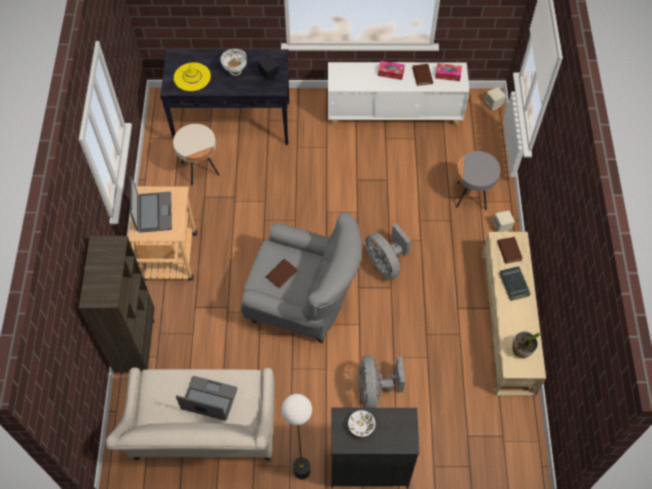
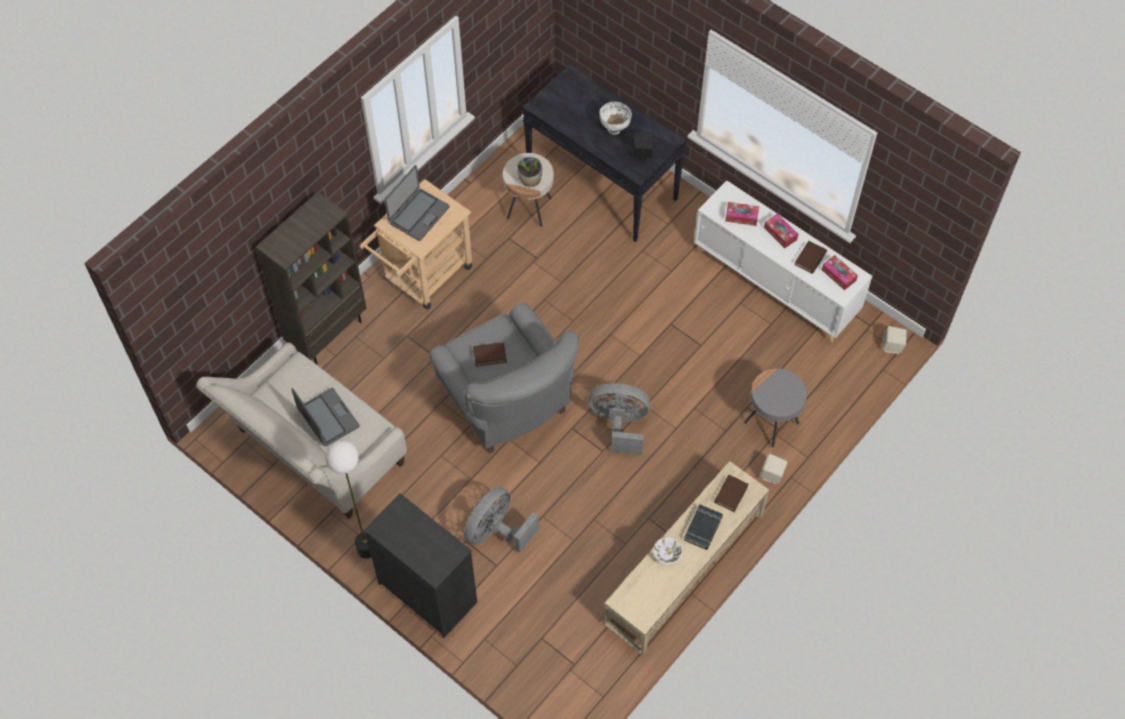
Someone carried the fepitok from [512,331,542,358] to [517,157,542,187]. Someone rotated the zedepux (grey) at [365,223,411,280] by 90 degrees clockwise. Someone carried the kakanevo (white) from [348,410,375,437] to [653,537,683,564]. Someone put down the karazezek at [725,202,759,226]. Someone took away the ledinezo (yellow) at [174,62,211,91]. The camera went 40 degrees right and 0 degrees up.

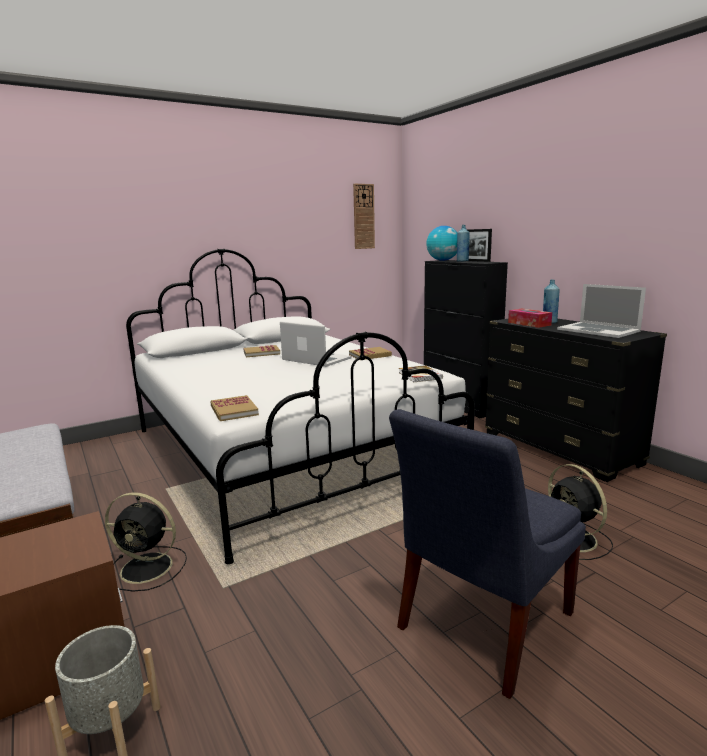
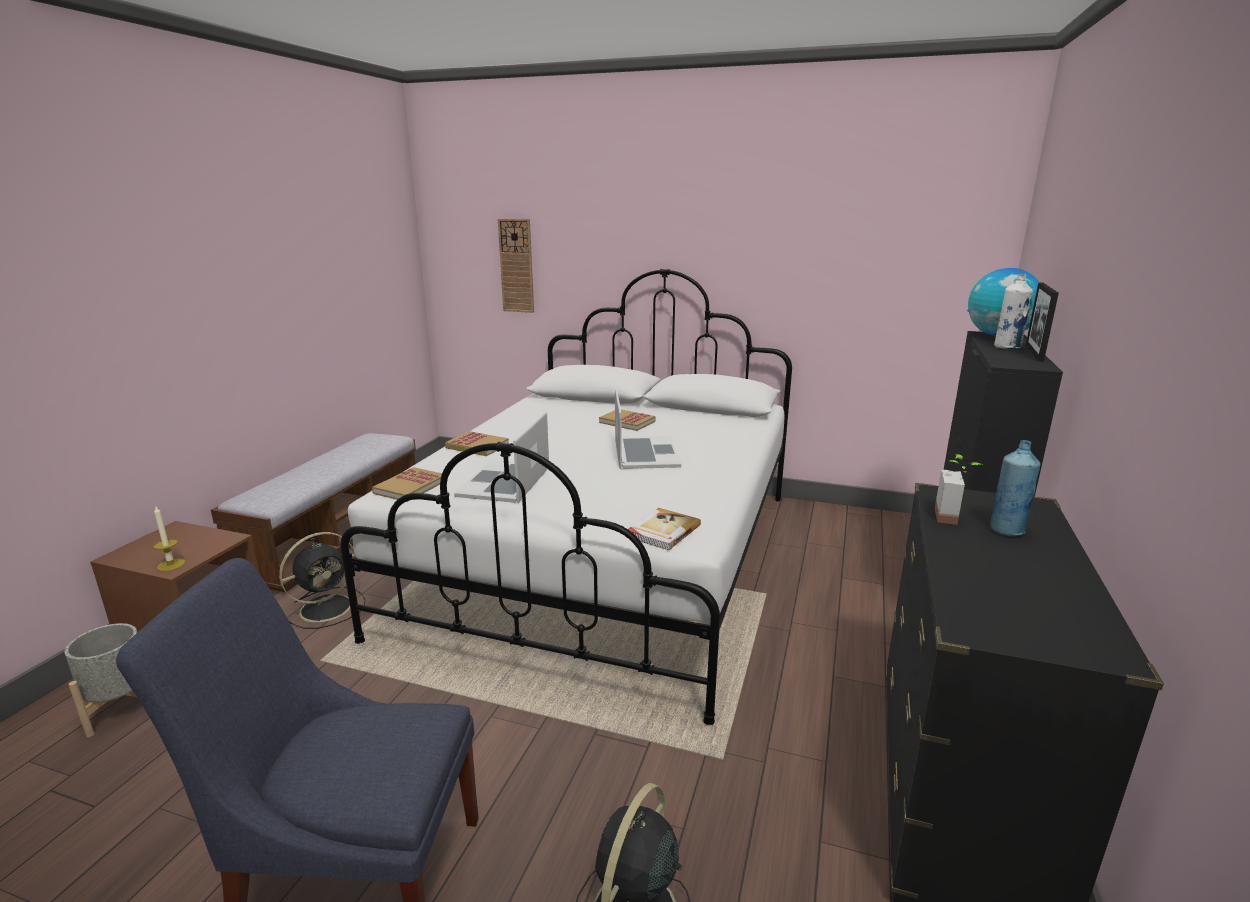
Someone put down the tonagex at [153,505,185,571]. Someone rotated the zedepux (black) at [105,492,187,592] by 105 degrees counterclockwise. Someone carried the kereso from [349,347,392,360] to [445,431,509,456]. Someone carried the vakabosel from [557,284,646,338] to [454,412,549,503]. Someone carried the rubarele from [353,184,375,249] to [498,219,534,313]. Someone swapped the karazezek at [508,309,552,328] for the fepitok at [935,454,982,525]. Someone repainted the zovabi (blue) at [457,225,470,262], which became the zovabi (white) at [994,274,1033,349]. The camera went 50 degrees right and 5 degrees up.

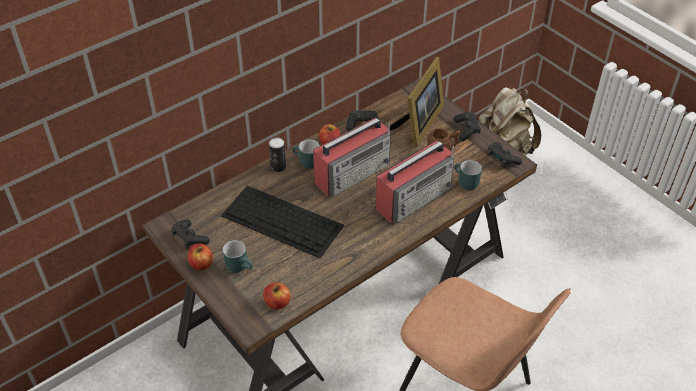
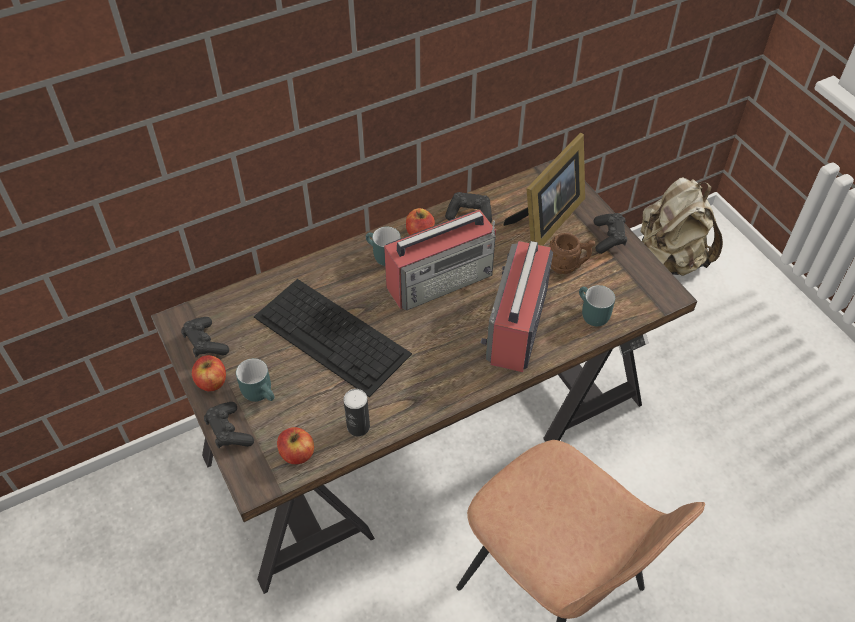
Someone carried the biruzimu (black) from [487,142,522,167] to [204,402,254,448]. Someone carried the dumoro from [269,137,286,172] to [343,389,370,436]. Someone rotated the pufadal at [376,141,454,224] by 135 degrees clockwise. The camera went 10 degrees right and 5 degrees up.

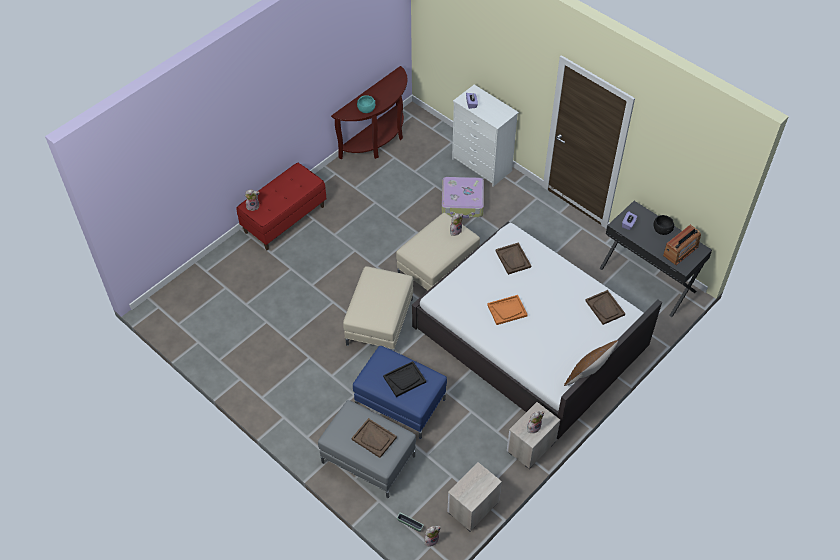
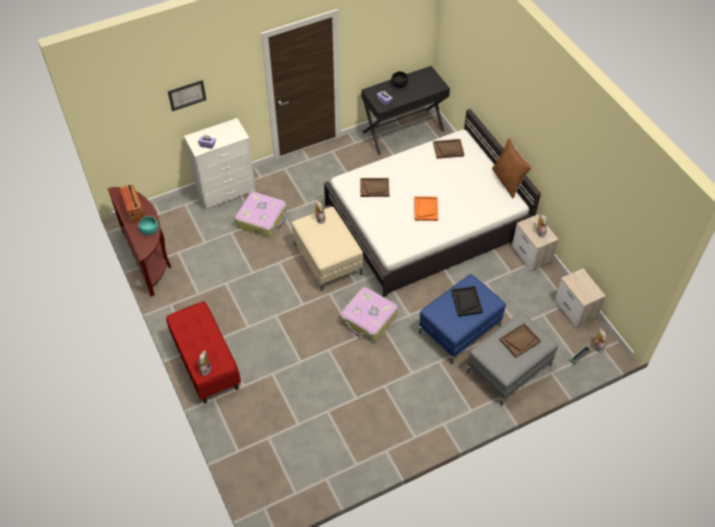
Someone carried the pufadal from [663,225,701,265] to [120,184,146,223]. Someone put up the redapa at [168,80,206,111]. Someone swapped the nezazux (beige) at [343,266,413,351] for the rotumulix at [340,287,398,342]. The camera went 70 degrees left and 0 degrees up.

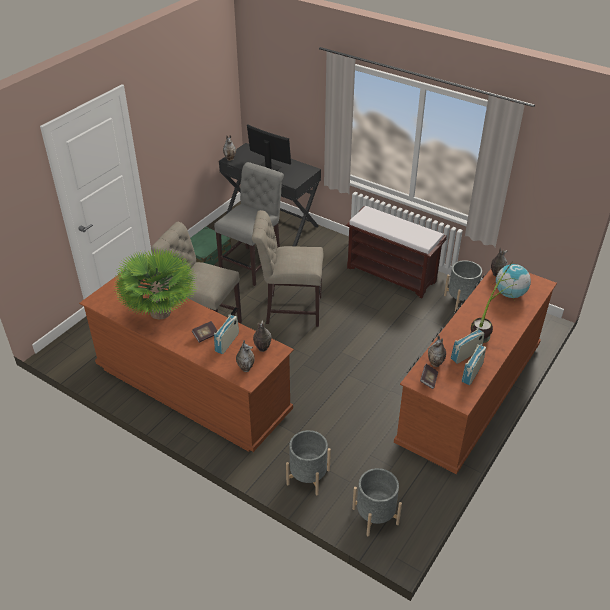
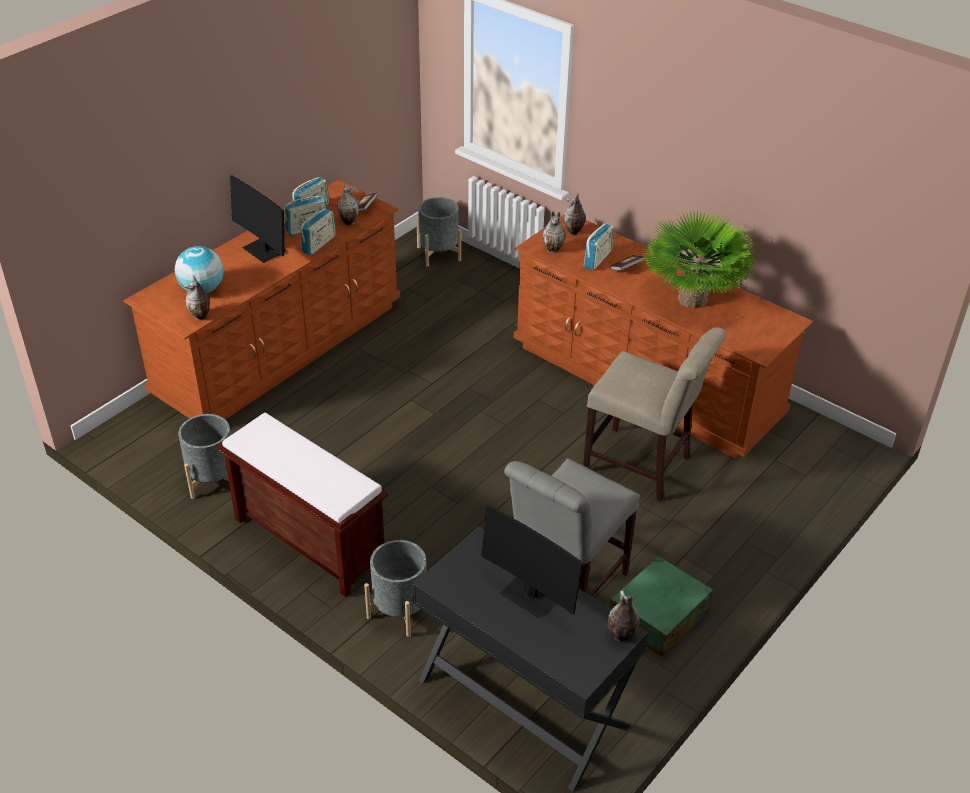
Someone swapped the fepitok at [470,261,517,343] for the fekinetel at [230,175,286,263]. Someone put down the pufadal at [300,209,336,255]. Someone carried the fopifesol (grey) from [286,430,331,495] to [364,540,427,637]. Someone took away the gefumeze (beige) at [252,210,323,327]. The camera went 175 degrees left and 0 degrees up.

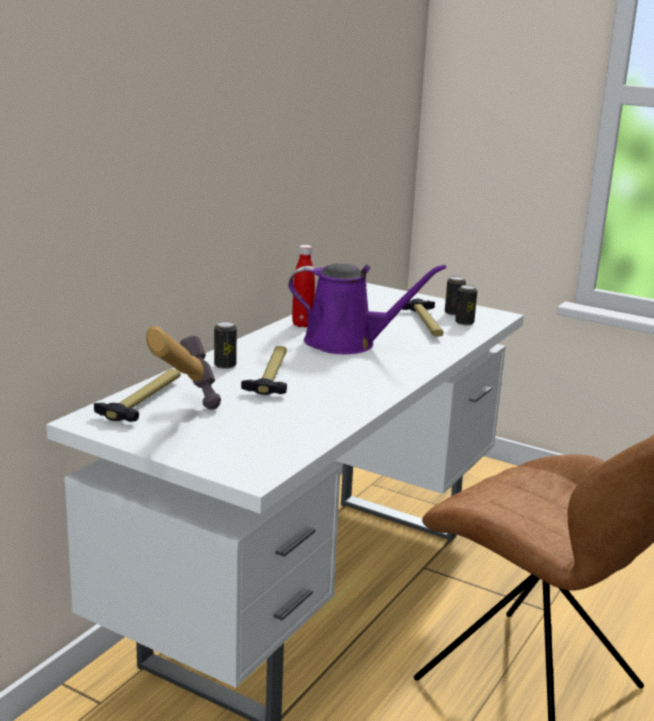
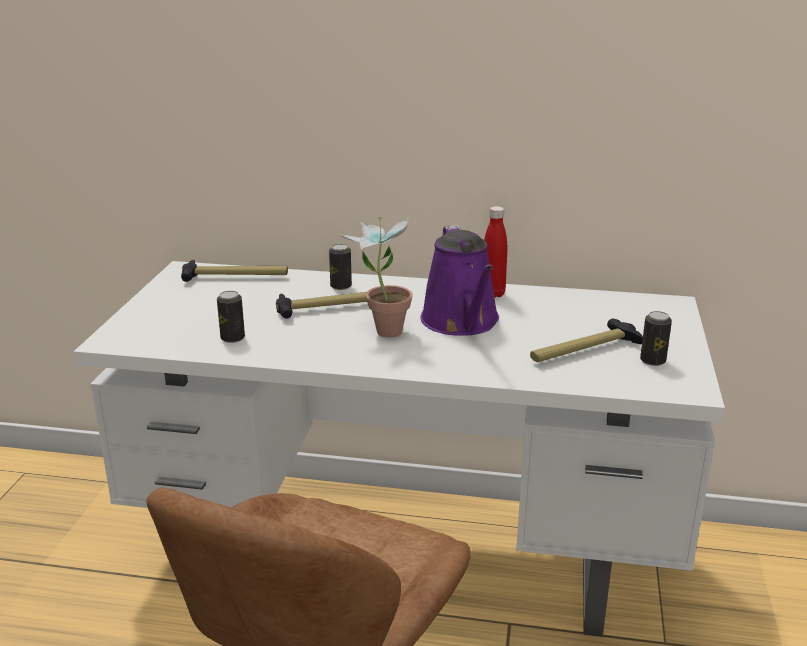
Someone carried the dumoro from [455,285,477,325] to [217,291,245,343]. Someone put down the fepitok at [339,215,413,338]. Someone took away the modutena at [146,326,221,409]. The camera went 70 degrees right and 5 degrees up.

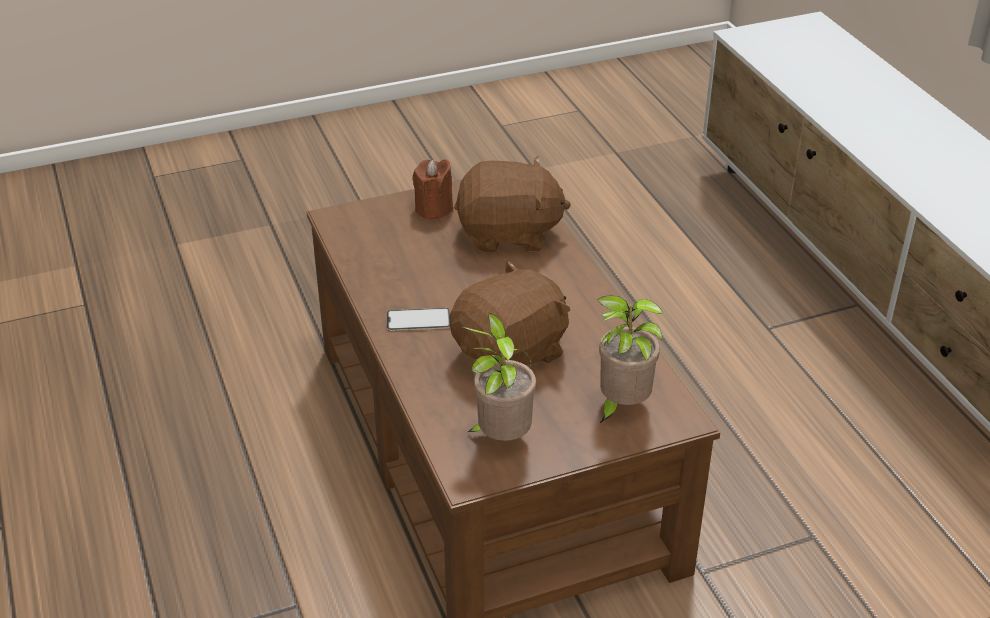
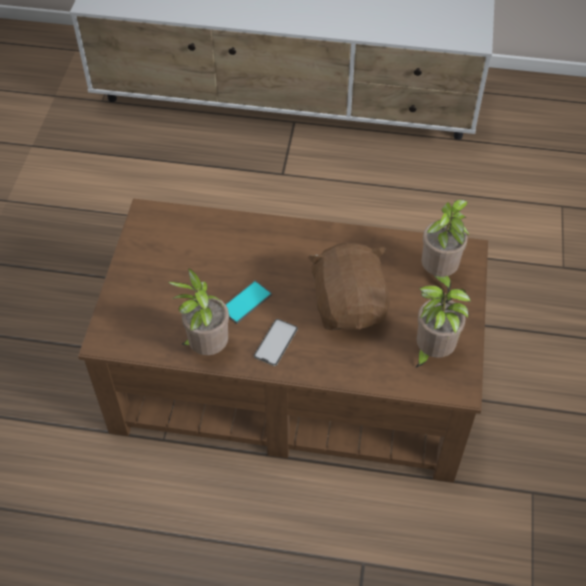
Someone put down the fepitok at [168,268,229,355]. Someone put down the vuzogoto at [226,280,272,324]. Someone took away the tonagex (brown) at [412,159,453,219]. Someone took away the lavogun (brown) at [454,156,571,252]. The camera went 60 degrees left and 15 degrees up.

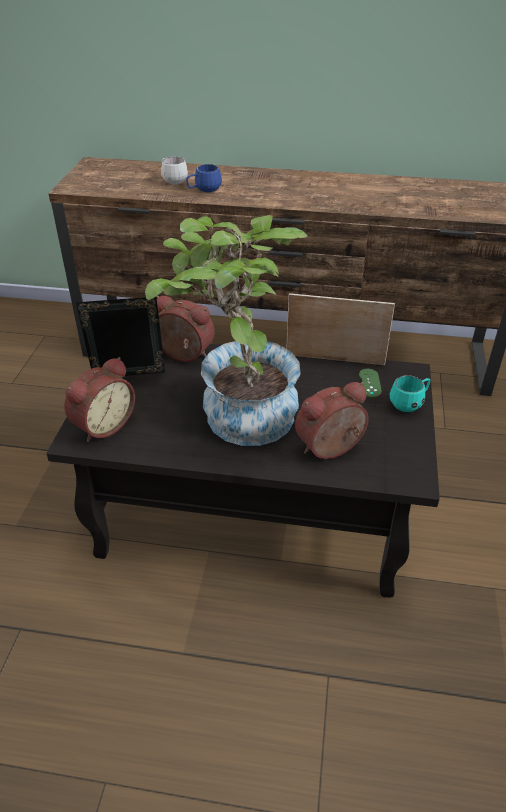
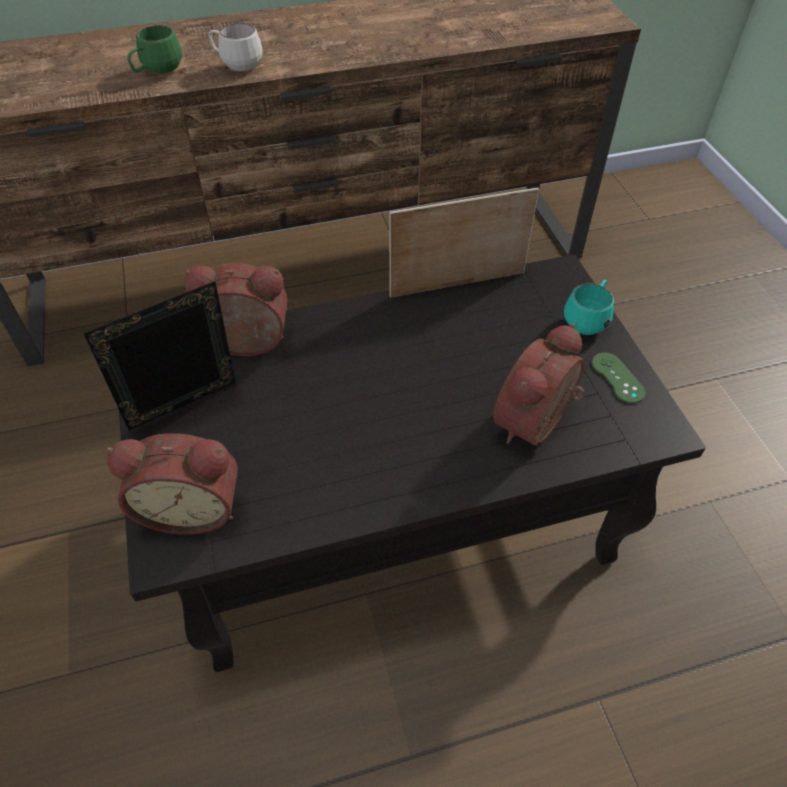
Someone rotated the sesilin at [64,357,135,442] by 75 degrees clockwise. Someone repainted the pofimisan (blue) at [186,164,222,193], which became the pofimisan (green) at [128,25,182,73]. Someone carried the pofimisan (white) from [161,157,188,184] to [208,23,262,71]. Someone carried the biruzimu (green) from [359,369,382,398] to [592,352,645,404]. Someone took away the fepitok at [145,215,307,446]. The camera went 25 degrees left and 10 degrees up.

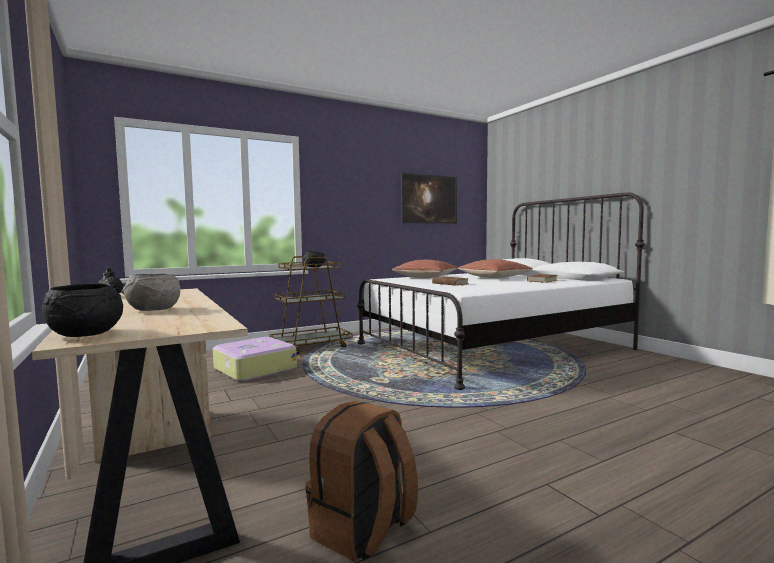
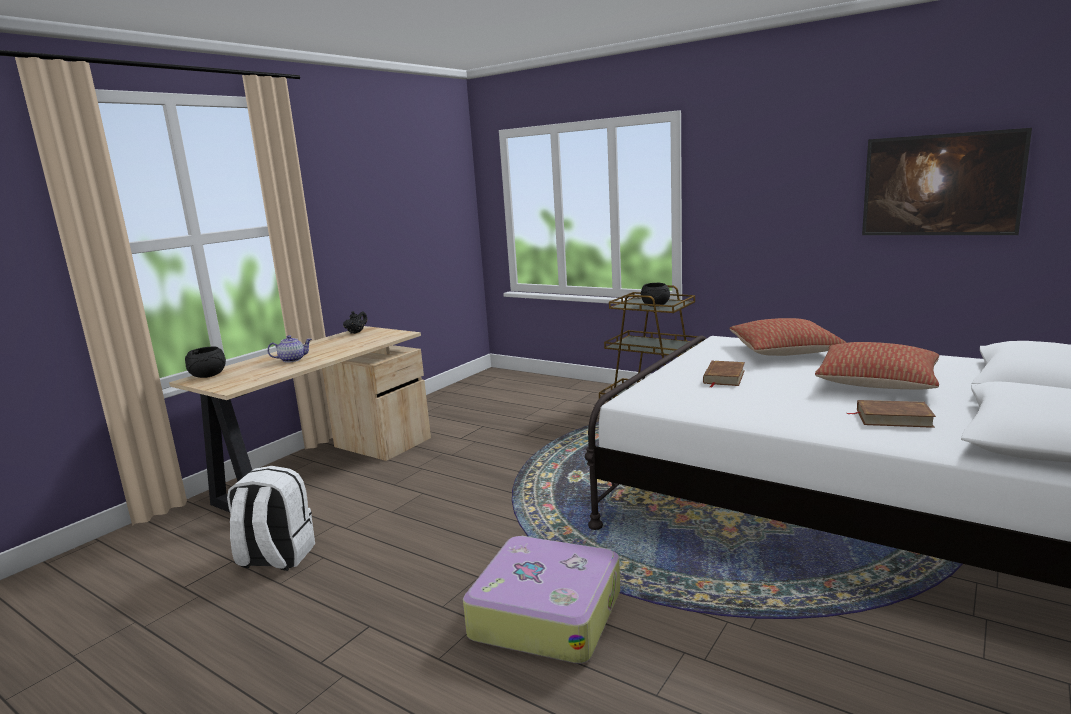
Someone repainted the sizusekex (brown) at [305,401,418,562], which became the sizusekex (white) at [227,466,315,571]. Someone swapped the kakanevo (grey) at [122,274,180,311] for the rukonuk at [267,335,312,362]. Someone carried the rotumulix from [213,337,297,382] to [463,536,620,664]. The camera went 65 degrees right and 10 degrees up.

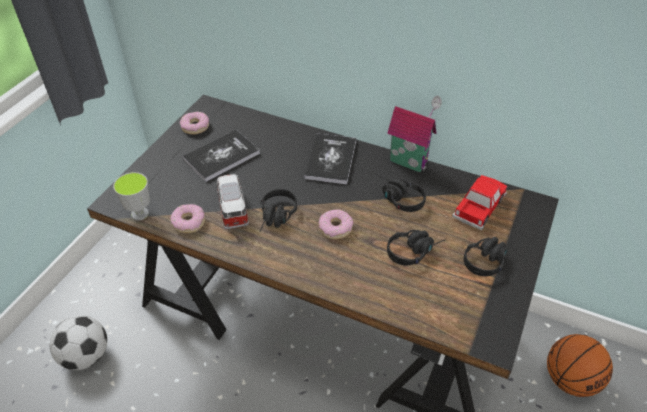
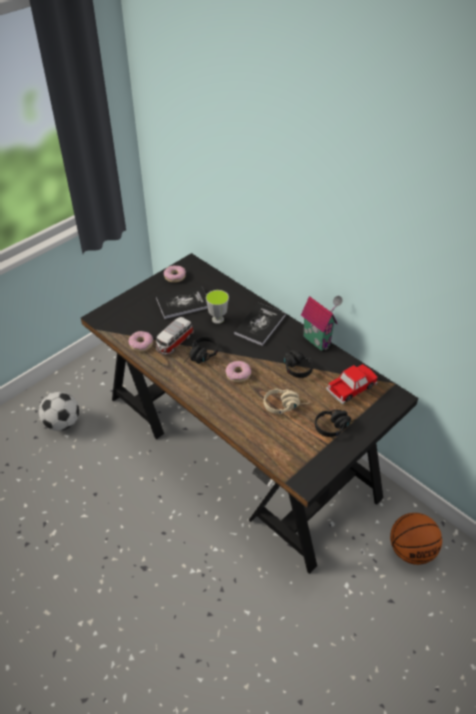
Someone rotated the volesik at [215,174,249,230] by 150 degrees counterclockwise. Someone carried the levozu from [113,172,150,220] to [206,290,229,324]. Someone repainted the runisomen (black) at [387,230,446,265], which became the runisomen (beige) at [264,389,309,414]. The camera went 20 degrees right and 0 degrees up.

